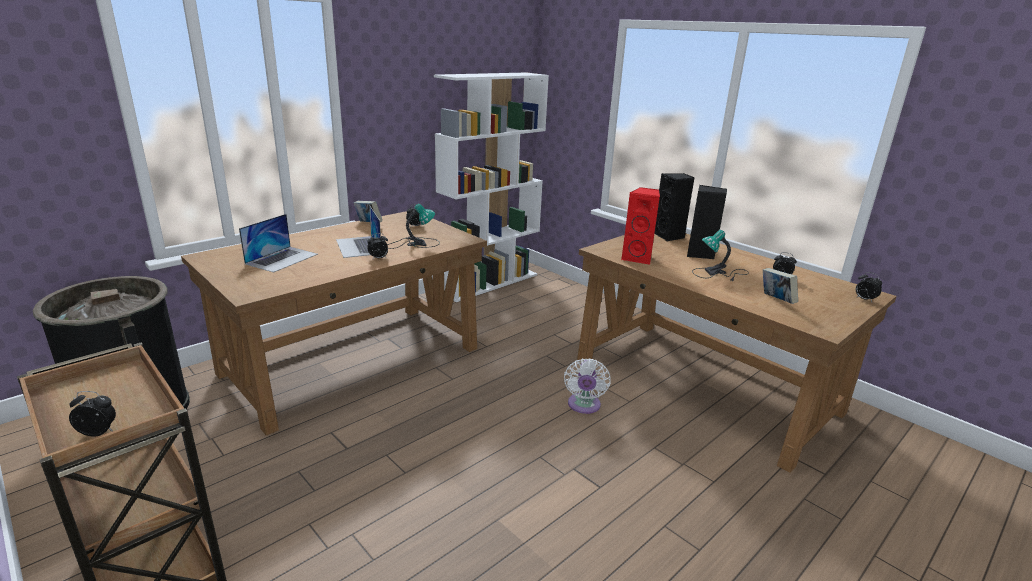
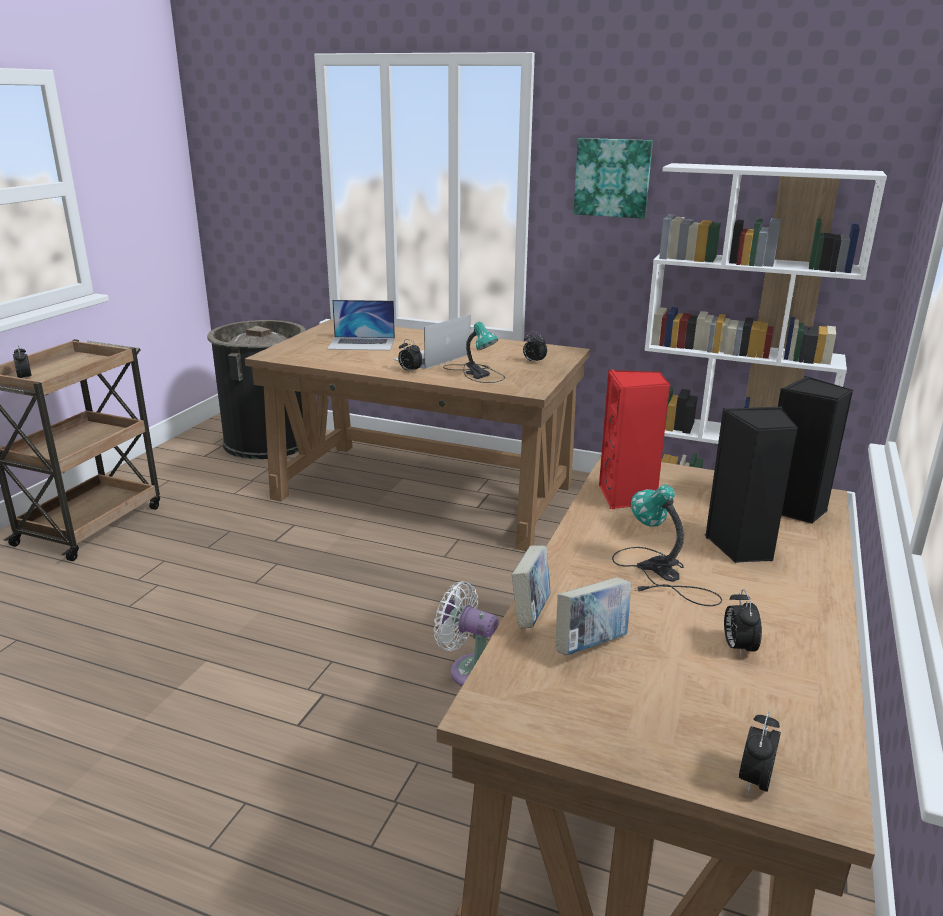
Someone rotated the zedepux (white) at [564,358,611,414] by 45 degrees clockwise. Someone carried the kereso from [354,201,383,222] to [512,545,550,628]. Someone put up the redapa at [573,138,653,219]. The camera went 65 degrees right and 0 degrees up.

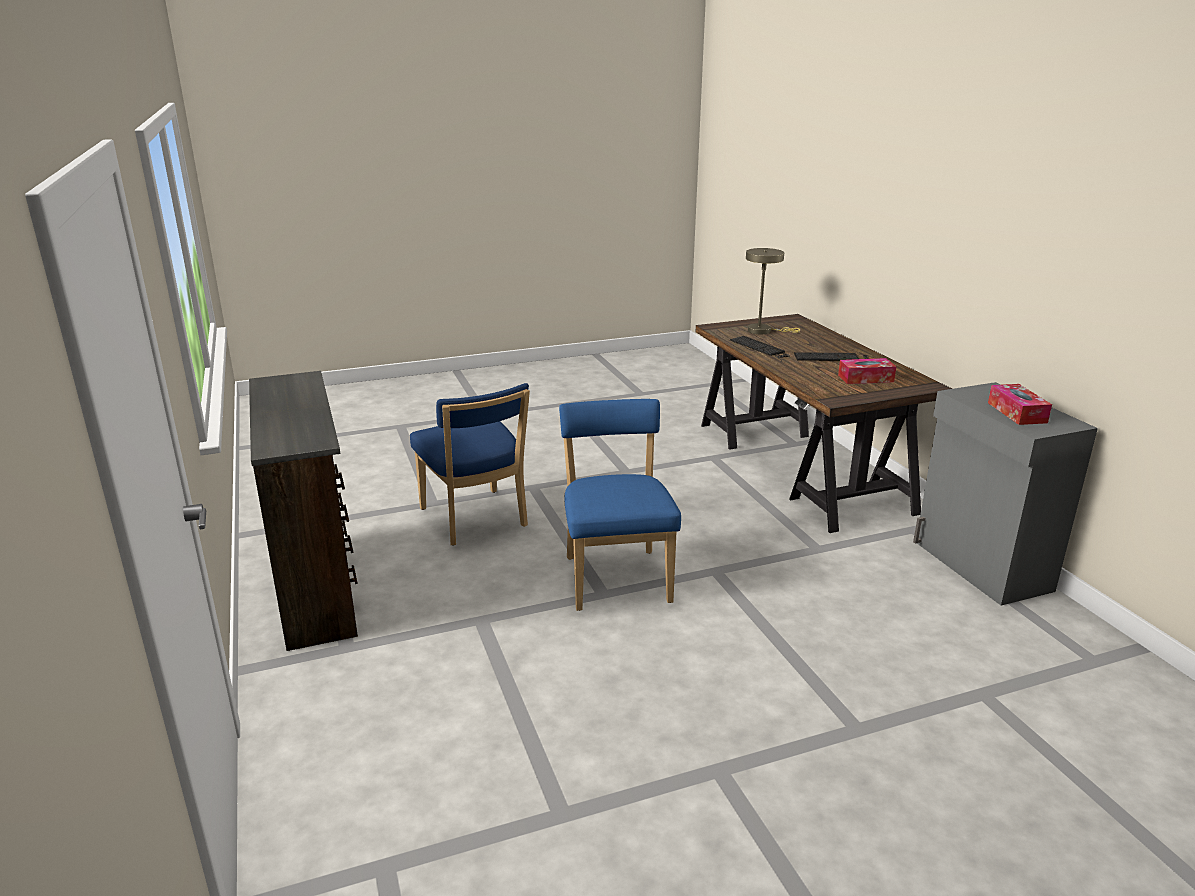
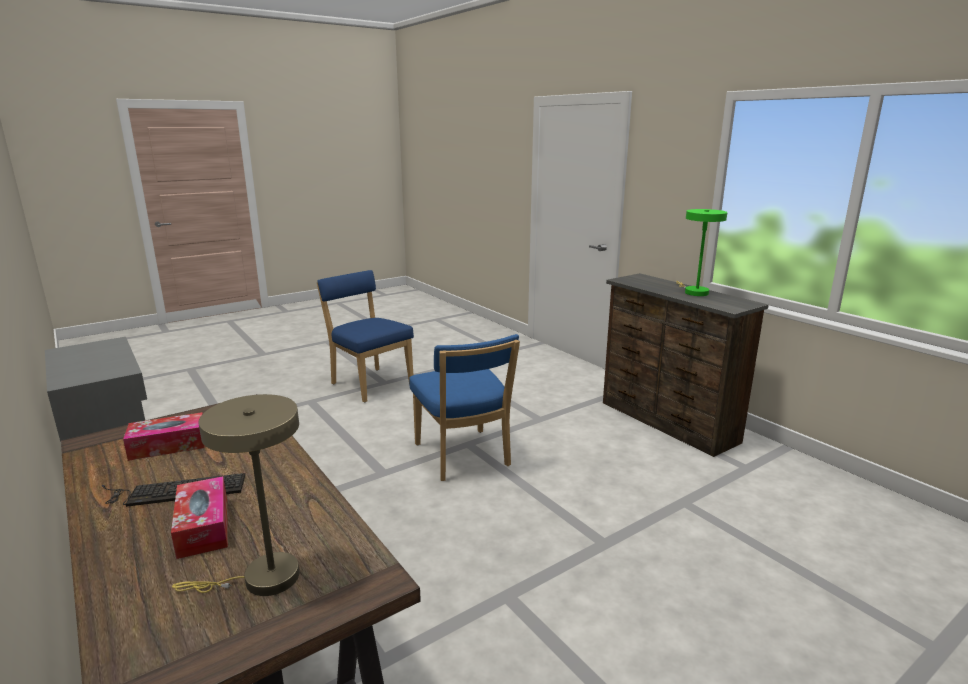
Someone carried the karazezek from [988,384,1052,425] to [171,476,228,559]. Someone carried the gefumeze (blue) from [410,383,530,546] to [317,270,414,402]. Someone put down the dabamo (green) at [676,209,727,296]. Someone took away the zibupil at [730,336,790,362]. The camera went 165 degrees right and 5 degrees down.

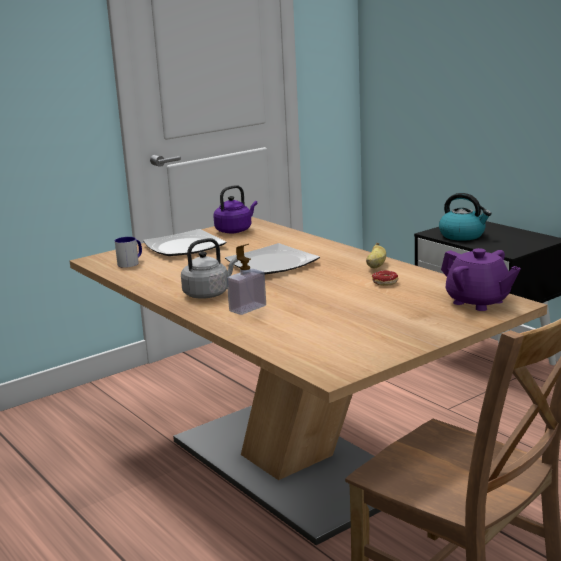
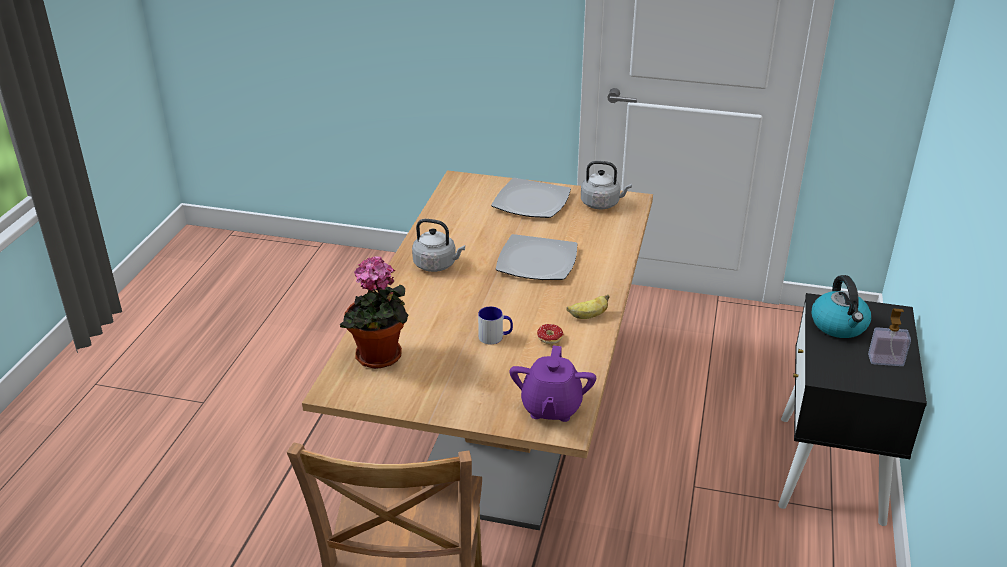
Someone put down the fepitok at [340,256,409,369]. Someone carried the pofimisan from [115,237,142,268] to [478,306,513,345]. Someone repainted the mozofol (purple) at [213,185,257,233], which became the mozofol (grey) at [581,161,632,209]. Someone carried the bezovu from [227,244,266,315] to [868,308,911,366]. The camera went 50 degrees right and 15 degrees up.

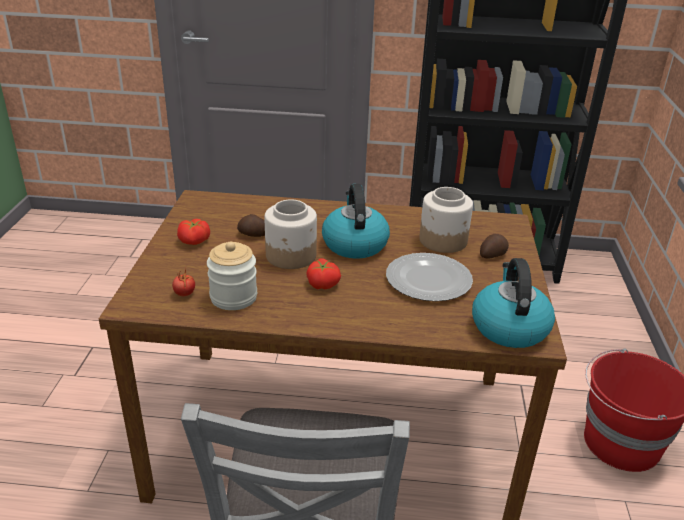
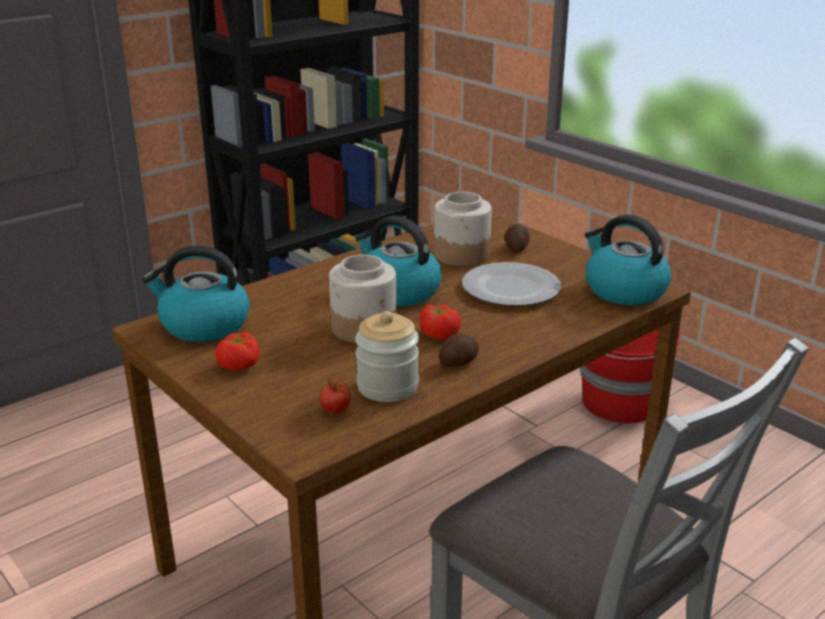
Someone put down the mozofol at [142,245,250,342]. Someone carried the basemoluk from [237,214,265,237] to [439,333,479,367]. The camera went 45 degrees left and 5 degrees down.

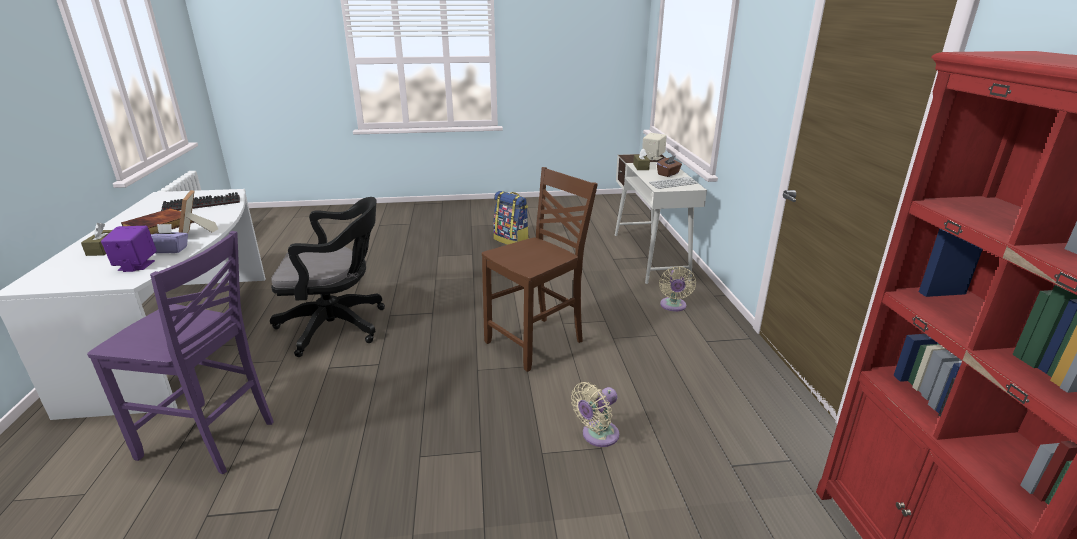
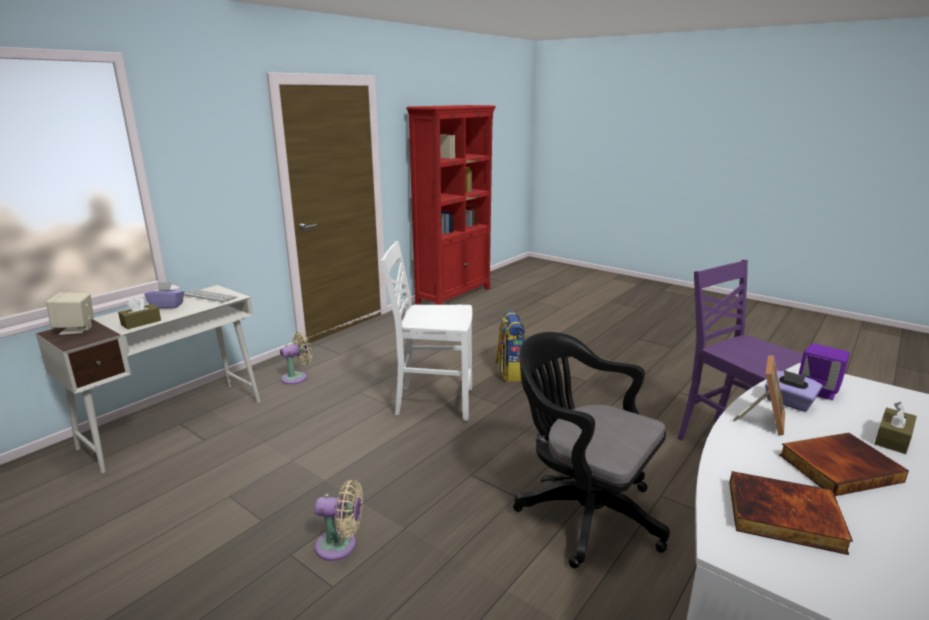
Someone repainted the karazezek (brown) at [657,155,682,177], which became the karazezek (purple) at [144,282,184,308]. Someone carried the zedepux (beige) from [571,382,619,447] to [315,480,363,561]. Someone repainted the gefumeze (brown) at [482,167,598,372], which became the gefumeze (white) at [381,241,472,421]. Someone carried the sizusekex from [493,191,529,245] to [495,311,526,382]. Someone swapped the zibupil at [161,192,240,211] for the kereso at [729,471,853,555]. The camera went 135 degrees left and 5 degrees down.

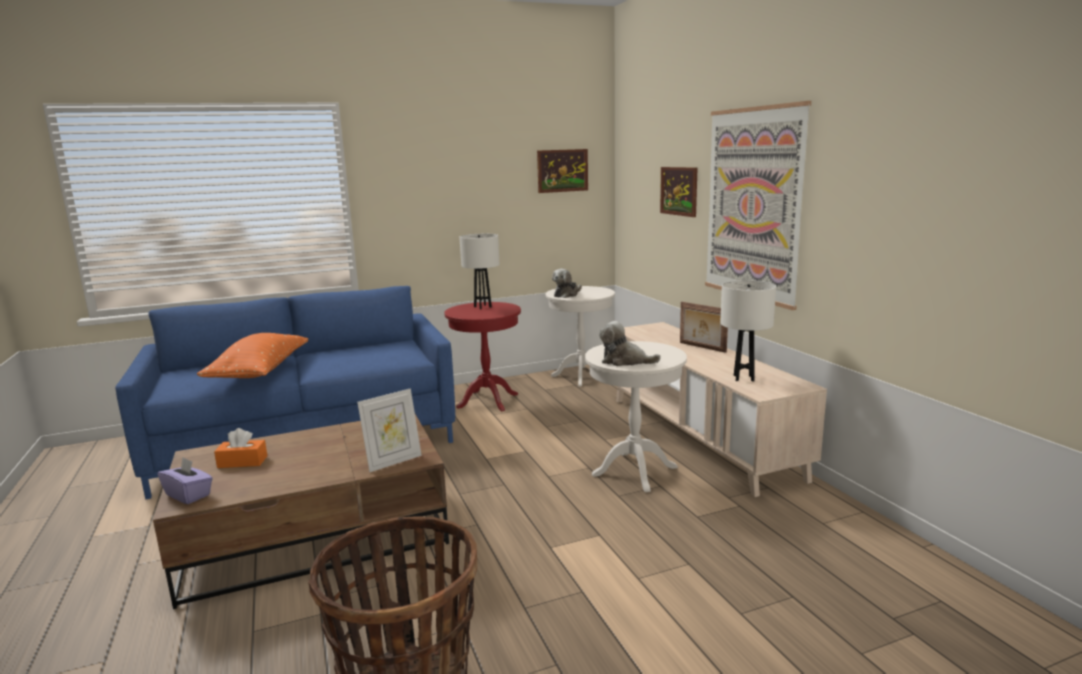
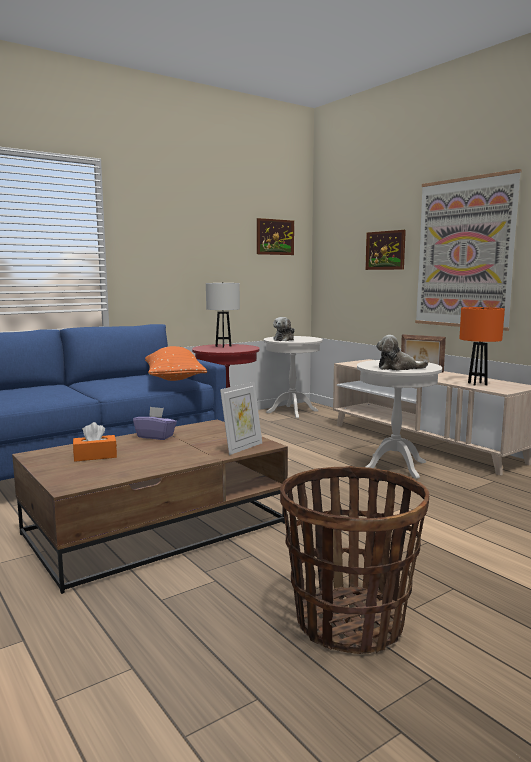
Someone carried the karazezek (purple) from [158,457,213,504] to [133,407,177,440]. Someone carried the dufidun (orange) from [197,333,308,378] to [145,346,207,381]. Someone repainted the dabamo (white) at [720,280,776,382], which became the dabamo (orange) at [459,307,505,386]. The camera went 15 degrees left and 5 degrees down.

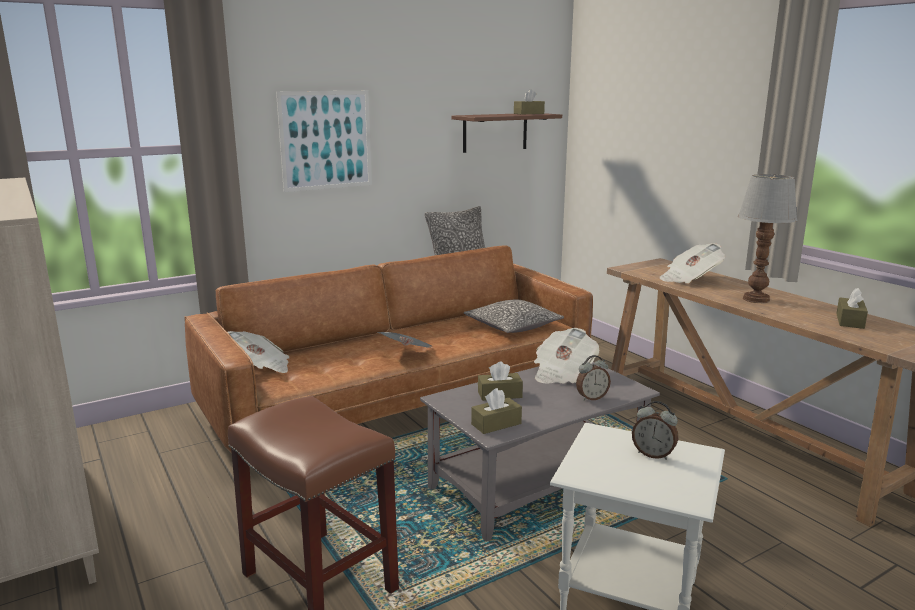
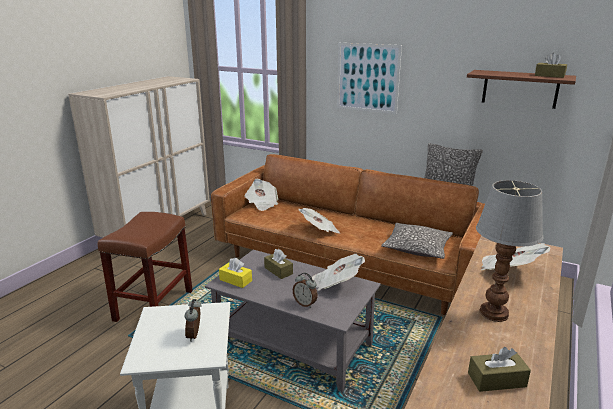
Someone repainted the karazezek (brown) at [471,388,522,434], which became the karazezek (yellow) at [219,258,252,288]. The camera went 60 degrees right and 5 degrees up.

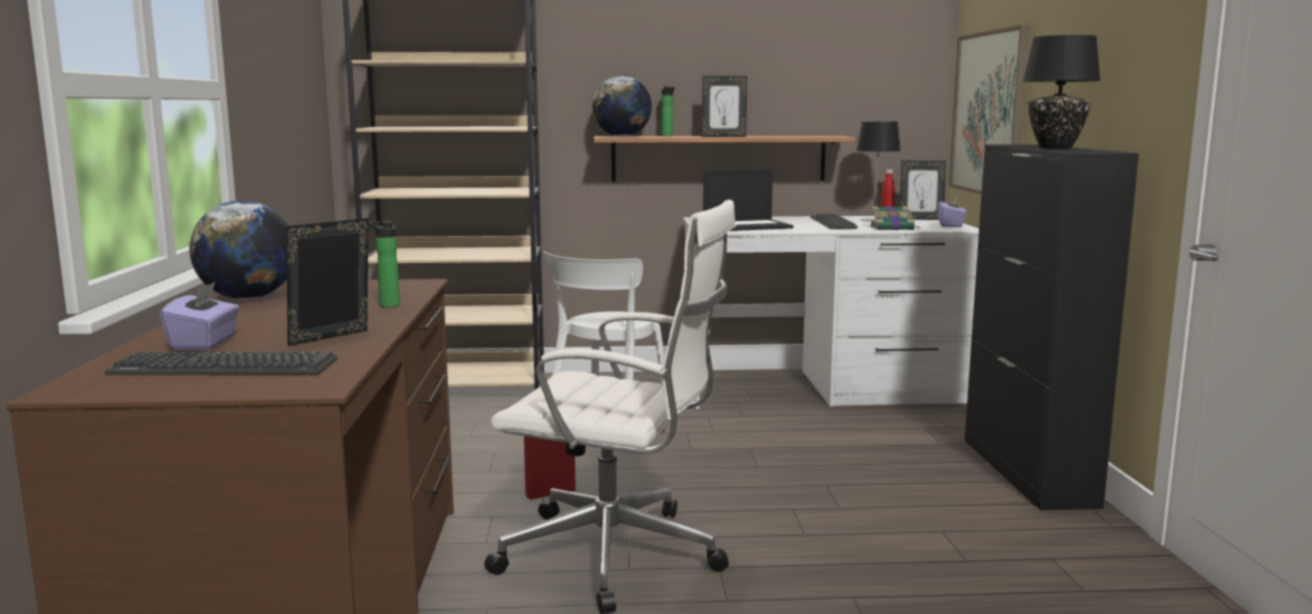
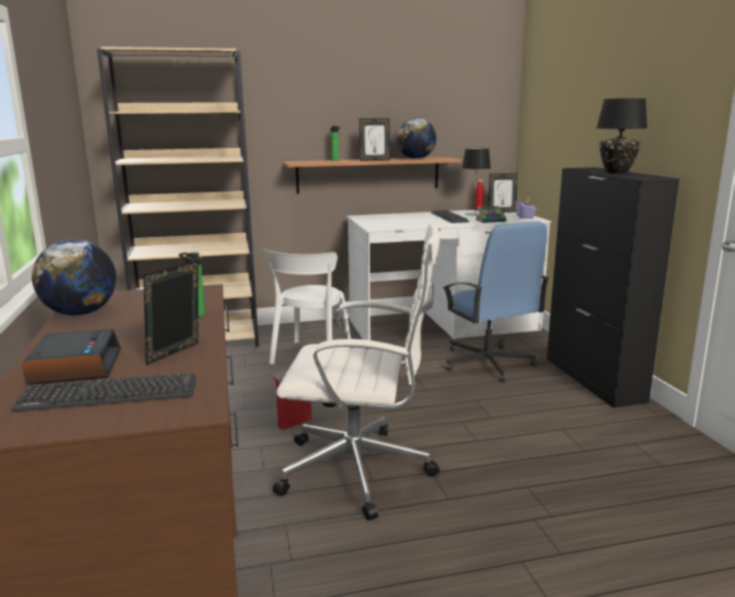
Someone swapped the karazezek (purple) at [160,282,239,350] for the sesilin at [22,329,121,385]. Someone carried the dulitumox from [592,76,652,137] to [397,118,436,159]. Someone put down the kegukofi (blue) at [443,222,549,382]. Someone took away the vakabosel at [703,169,793,231]. Someone took away the redapa at [949,25,1030,194]. The camera went 10 degrees left and 5 degrees up.

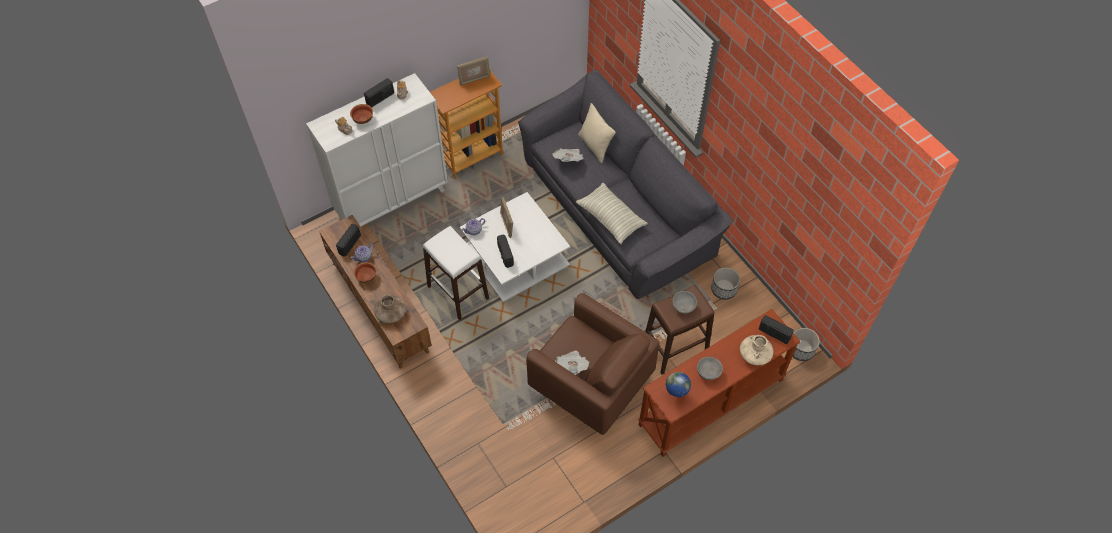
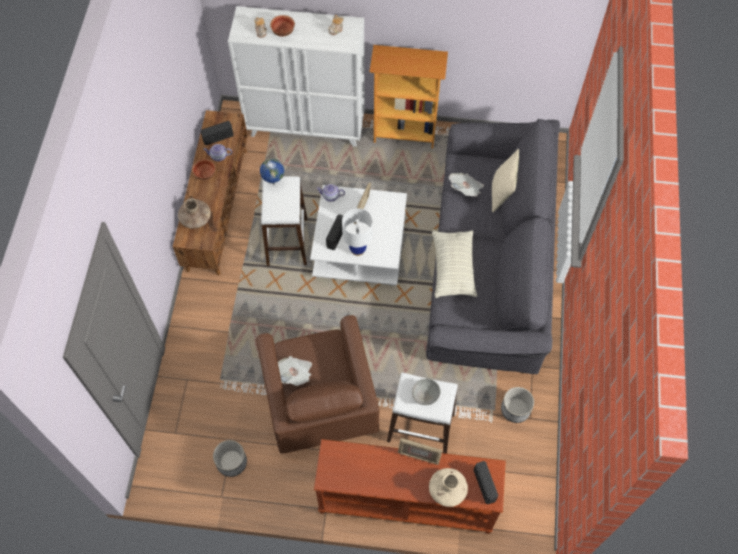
Someone carried the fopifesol from [792,328,820,361] to [213,440,247,477]. Someone carried the dulitumox from [666,372,691,397] to [260,158,284,185]. Someone put down the dabamo (white) at [342,208,373,256]. Someone repainted the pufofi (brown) at [645,285,715,375], which became the pufofi (white) at [387,372,458,454]. Someone carried the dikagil from [457,56,490,86] to [398,438,442,465]. Someone took away the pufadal at [364,78,394,107]. Someone took away the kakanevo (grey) at [697,357,723,380]. The camera went 40 degrees right and 5 degrees up.

